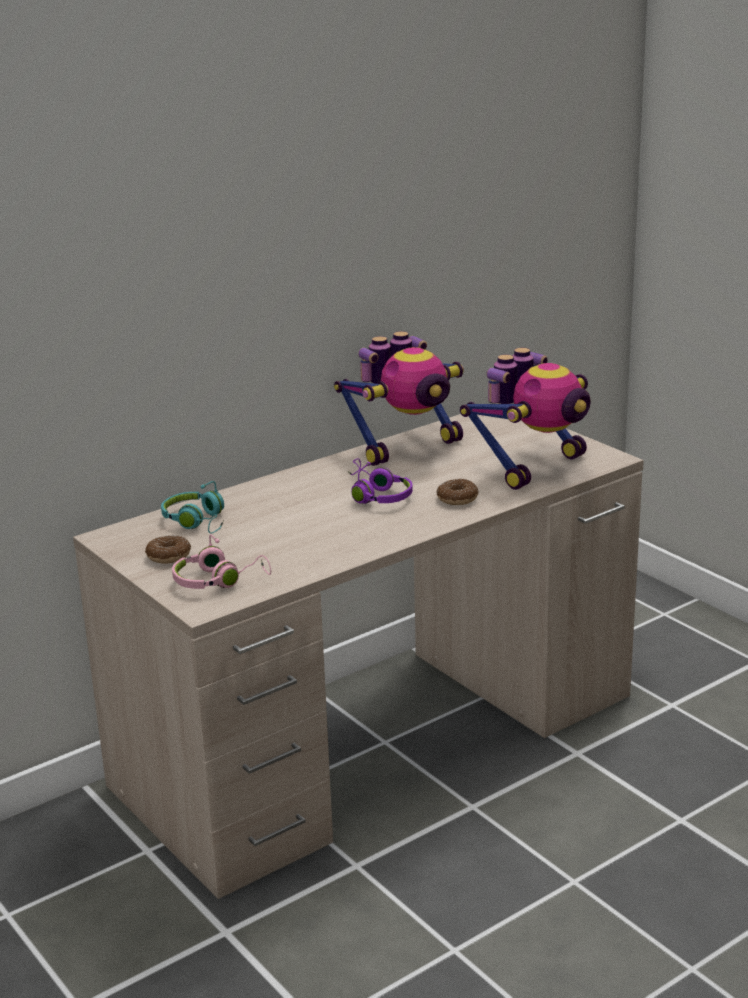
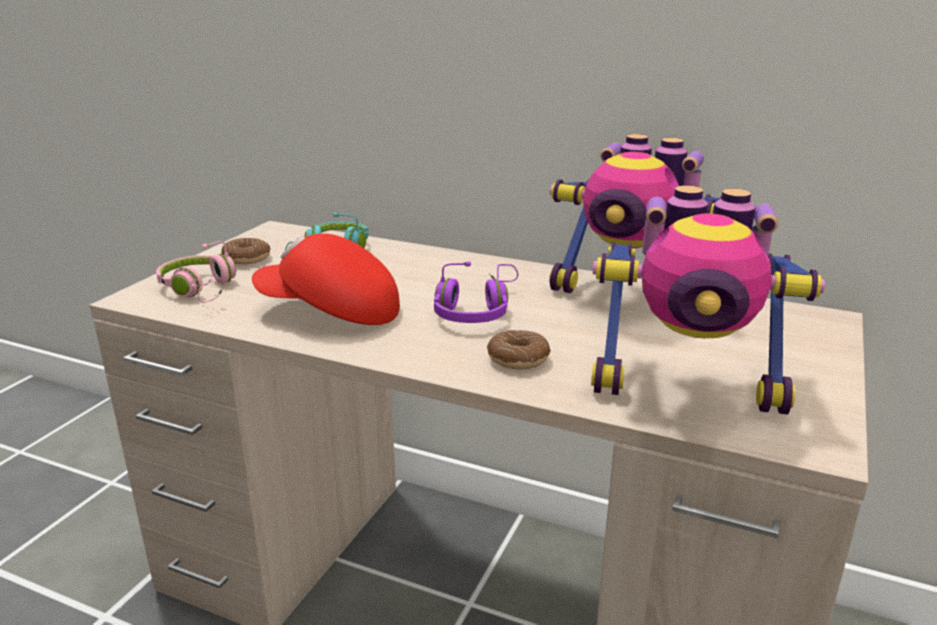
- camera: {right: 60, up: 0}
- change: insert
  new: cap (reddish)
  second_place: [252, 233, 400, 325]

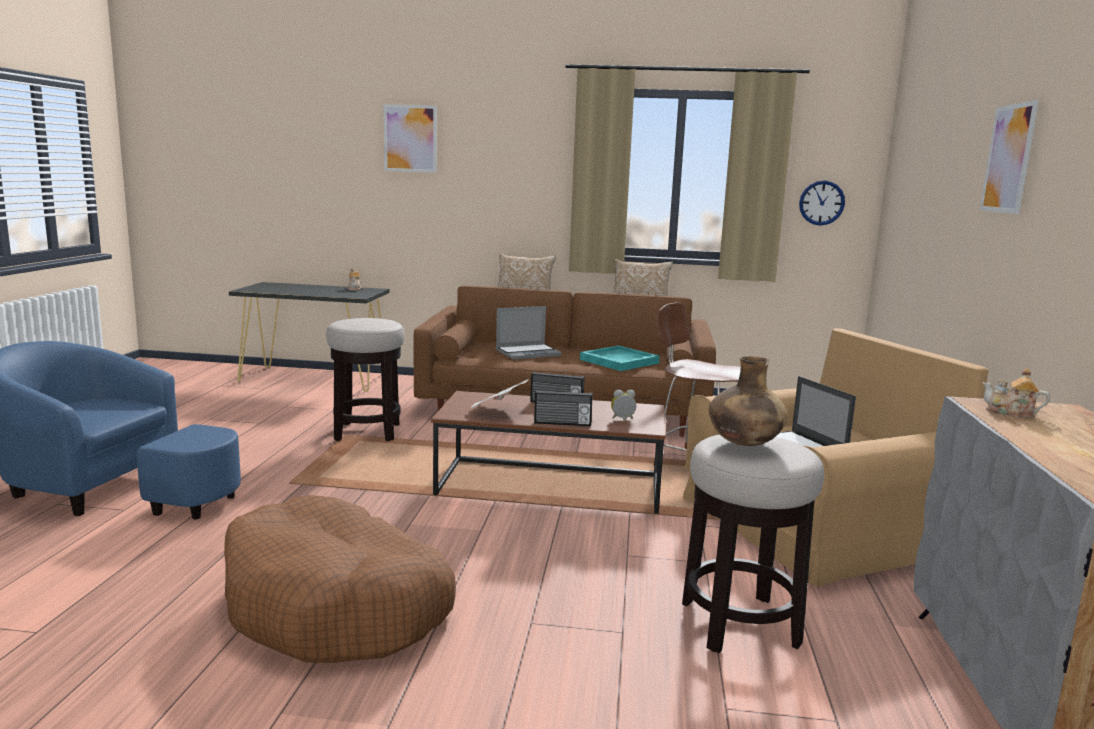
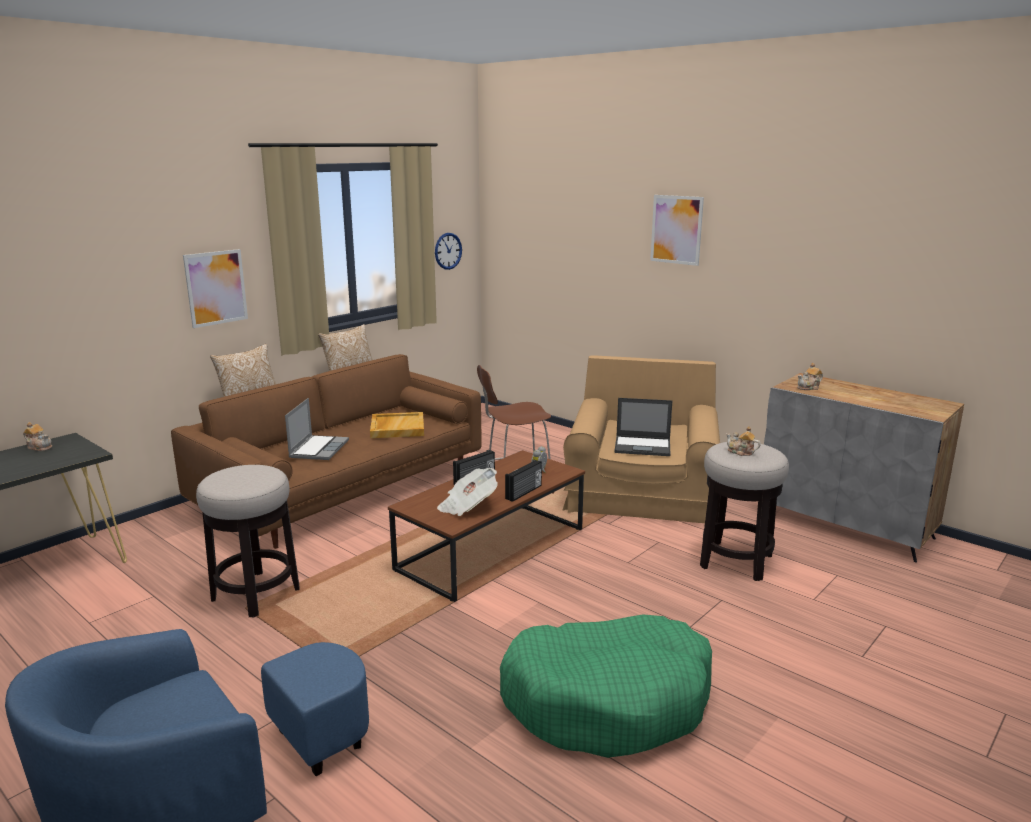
- camera: {right: -55, up: 5}
- change: recolor
  old: dog bed (brown-coloured)
  new: dog bed (greenish)
  first_place: [224, 495, 456, 663]
  second_place: [500, 614, 712, 758]
- change: move
  old: picture
  first_place: [384, 104, 437, 173]
  second_place: [183, 249, 248, 328]
- change: recolor
  old: tray (turquoise-coloured)
  new: tray (beige)
  first_place: [580, 345, 660, 371]
  second_place: [370, 412, 424, 438]
- change: replace
  old: vase (brown-coloured)
  new: teapot
  first_place: [709, 356, 788, 446]
  second_place: [726, 426, 761, 456]

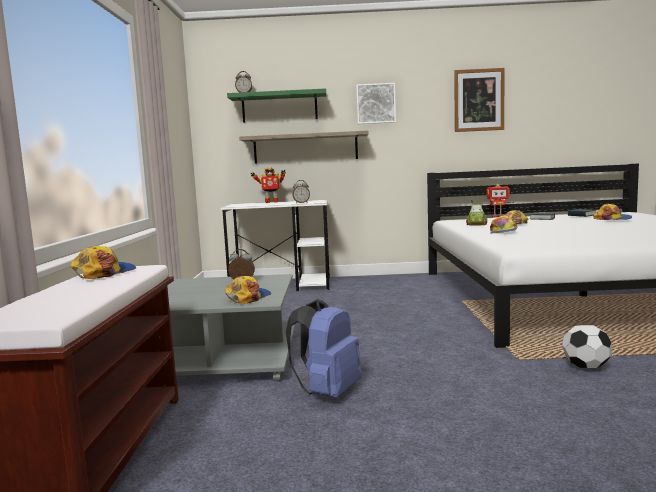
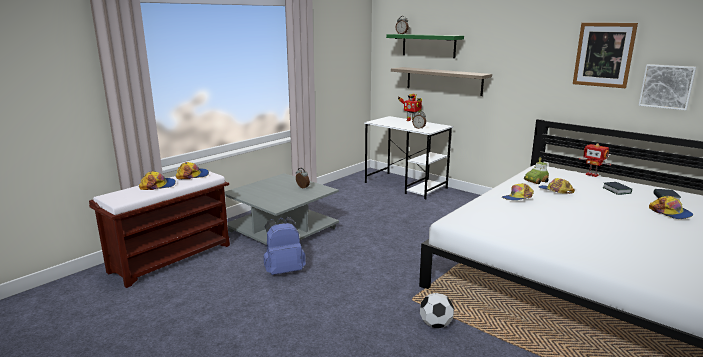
- camera: {right: 40, up: 10}
- change: move
  old: cap
  first_place: [225, 276, 271, 304]
  second_place: [139, 171, 176, 190]
- change: move
  old: picture
  first_place: [356, 83, 396, 124]
  second_place: [638, 64, 696, 110]

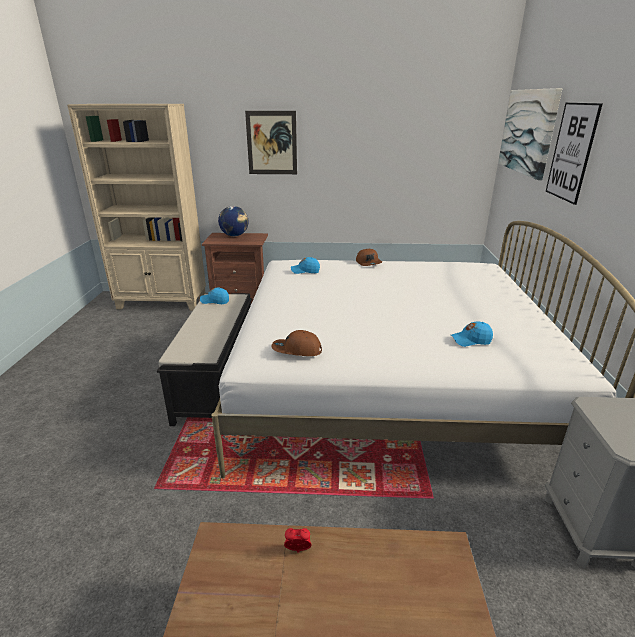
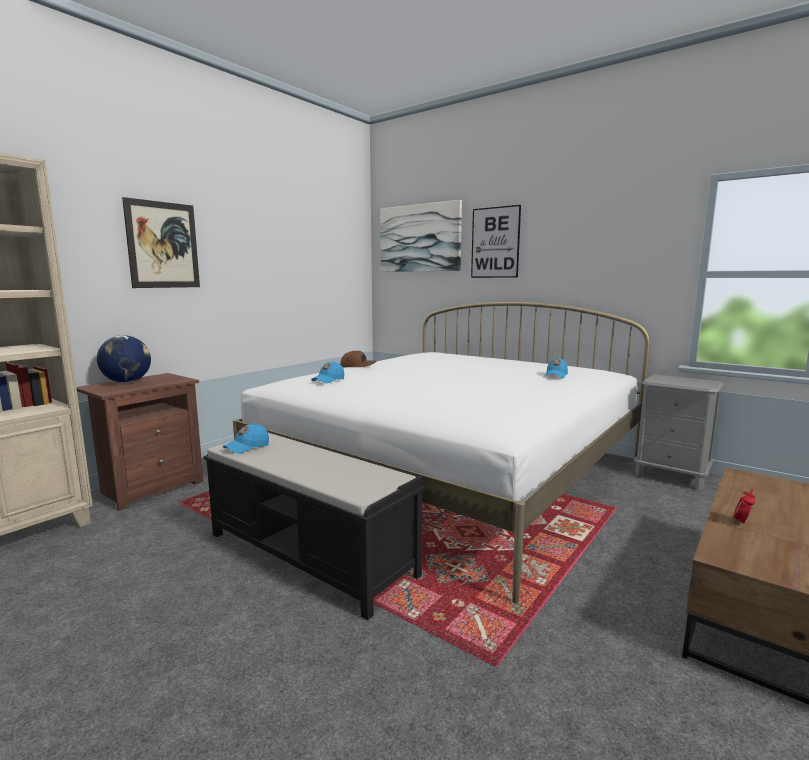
- camera: {right: -55, up: -15}
- change: delete
  old: cap (brown-coloured)
  first_place: [272, 330, 322, 356]

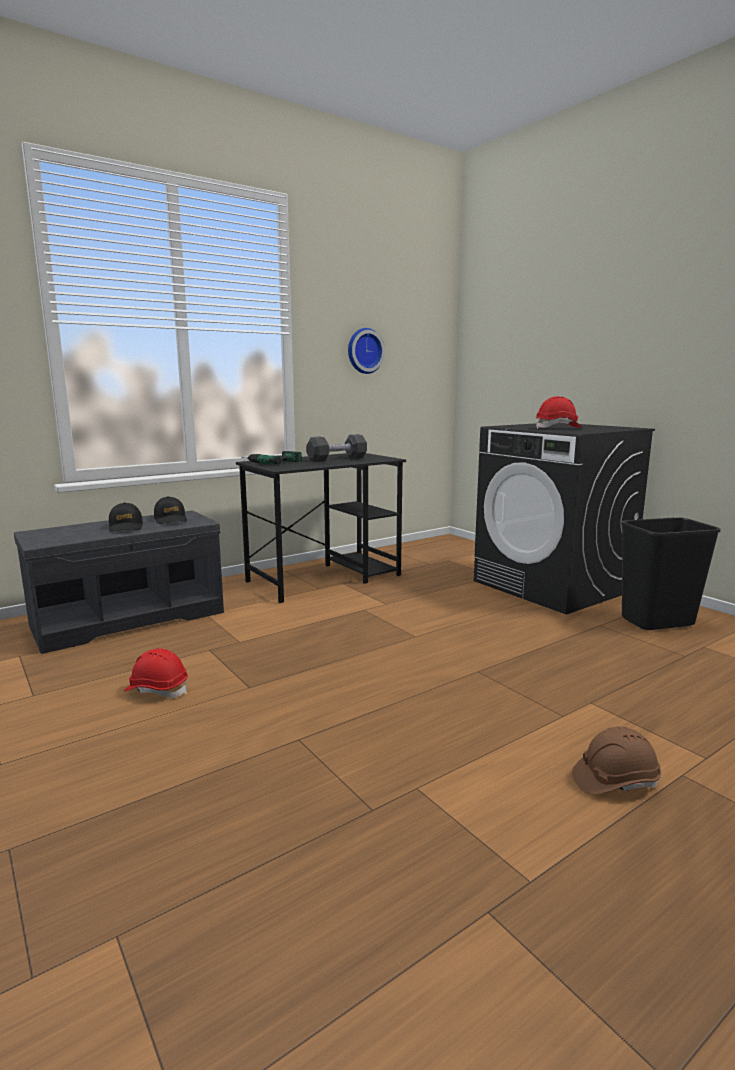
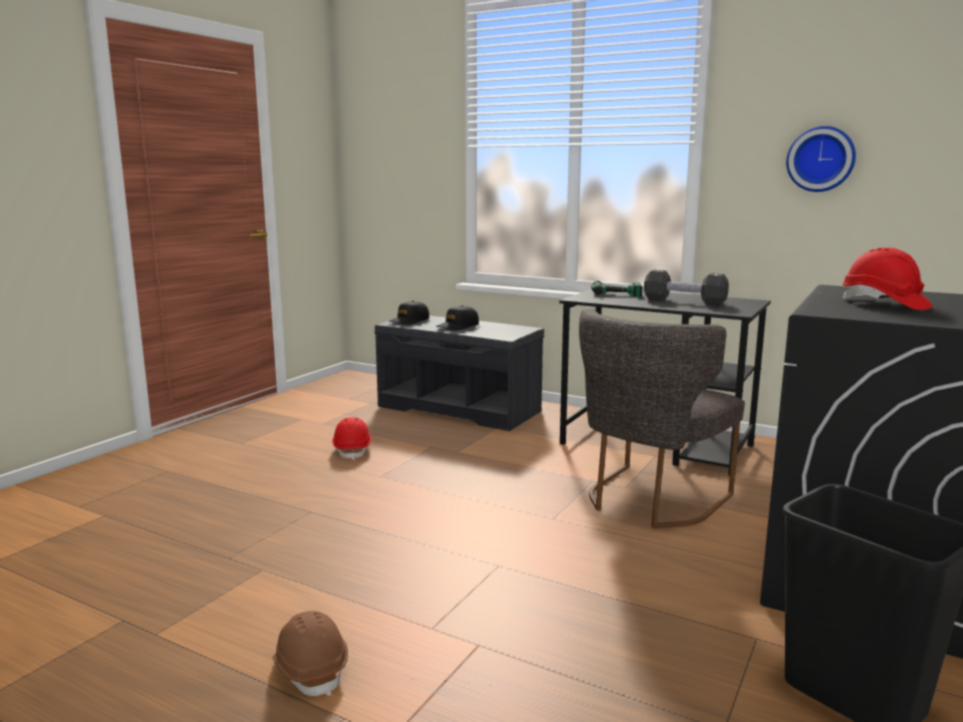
- camera: {right: 65, up: 0}
- change: move
  old: cap (black)
  first_place: [154, 496, 187, 524]
  second_place: [389, 301, 430, 325]
- change: insert
  new: plain chair (gray)
  second_place: [579, 308, 745, 528]

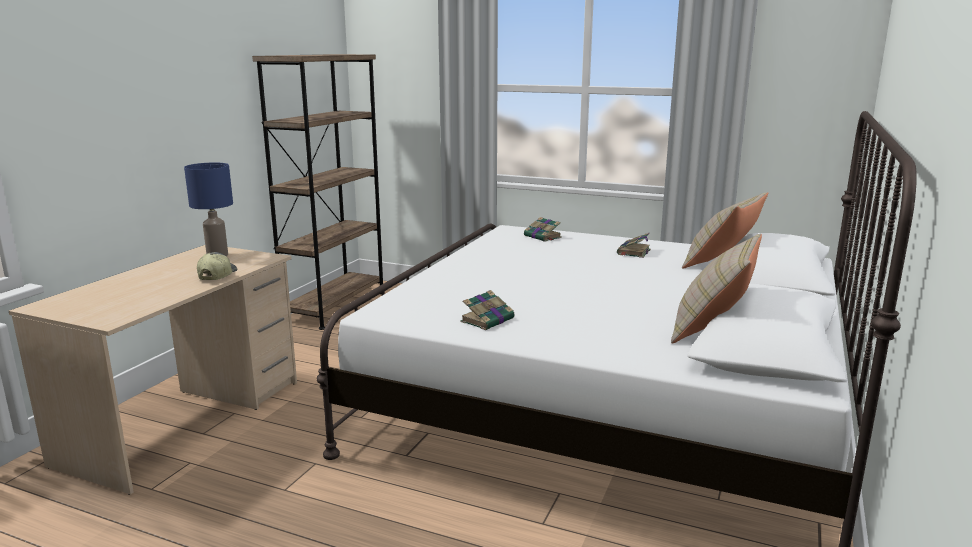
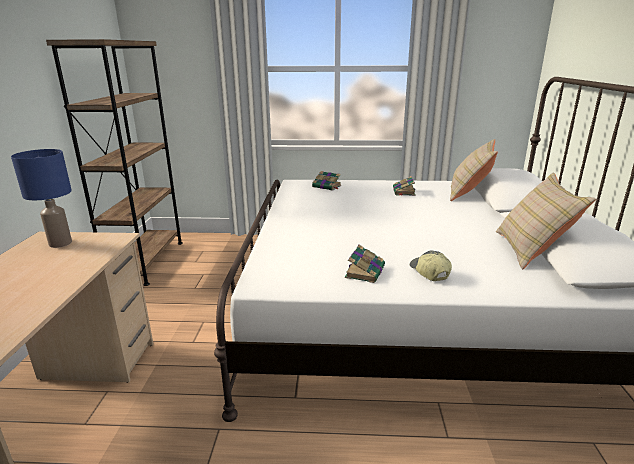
- camera: {right: -20, up: 5}
- change: move
  old: cap
  first_place: [197, 252, 237, 280]
  second_place: [410, 251, 452, 281]

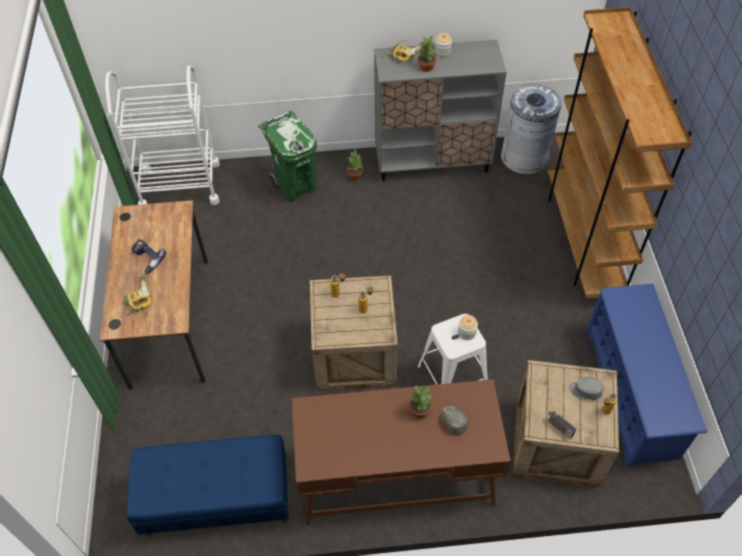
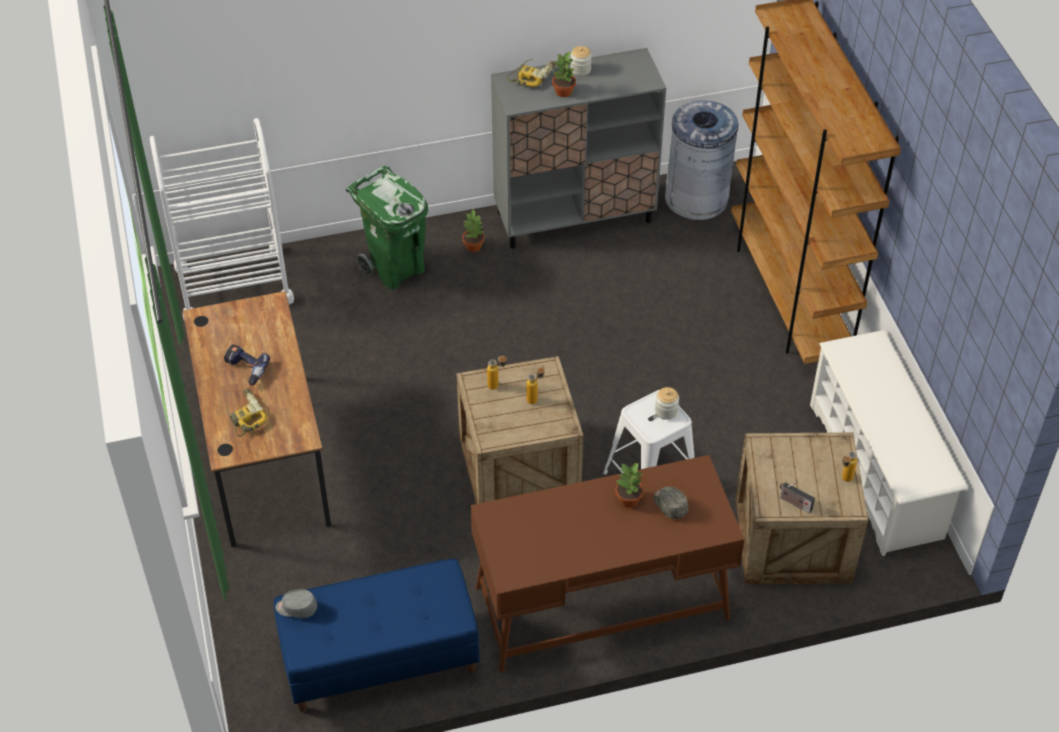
- camera: {right: -10, up: -5}
- change: move
  old: cap (gray)
  first_place: [569, 377, 603, 400]
  second_place: [276, 589, 317, 618]
- change: recolor
  old: shoe shelf (blue)
  new: shoe shelf (white)
  first_place: [586, 284, 707, 467]
  second_place: [810, 330, 967, 556]

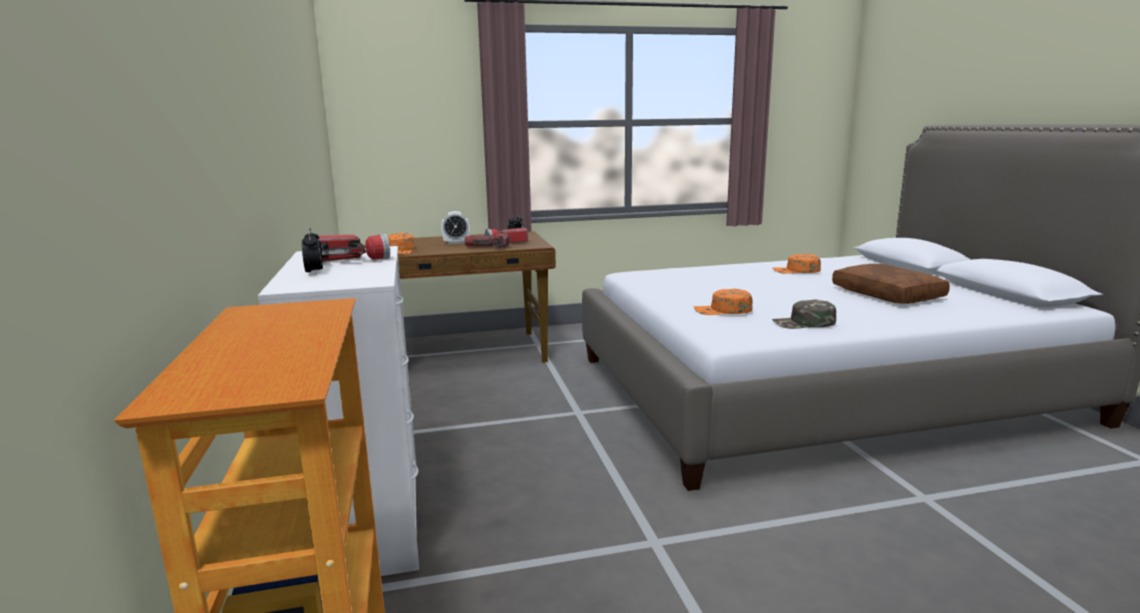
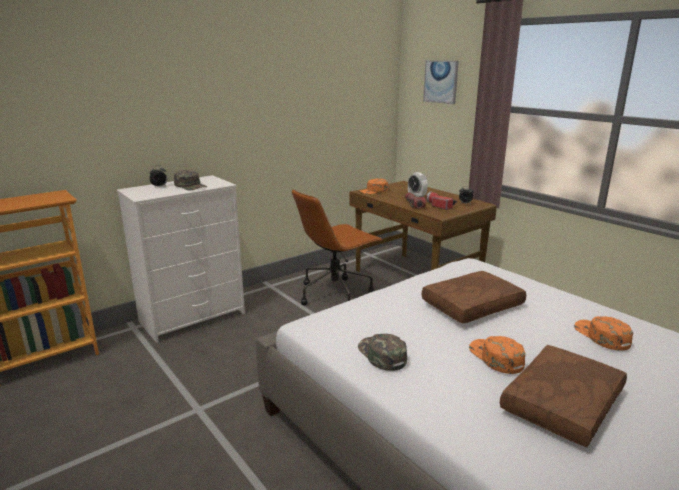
- camera: {right: 65, up: 5}
- change: replace
  old: hand torch
  new: cap (greenish)
  first_place: [318, 234, 390, 262]
  second_place: [174, 170, 207, 190]
- change: move
  old: cap (orange)
  first_place: [694, 289, 753, 315]
  second_place: [469, 336, 525, 374]
- change: insert
  new: desk chair (brown-coloured)
  second_place: [292, 189, 382, 306]
- change: insert
  new: pillow (brown-coloured)
  second_place: [422, 271, 526, 324]
- change: insert
  new: picture
  second_place: [423, 60, 459, 104]

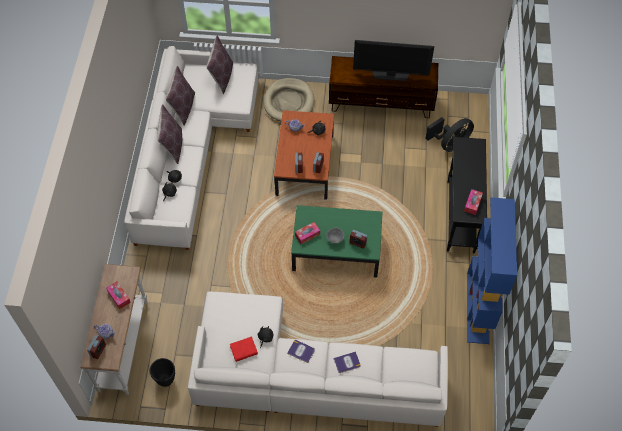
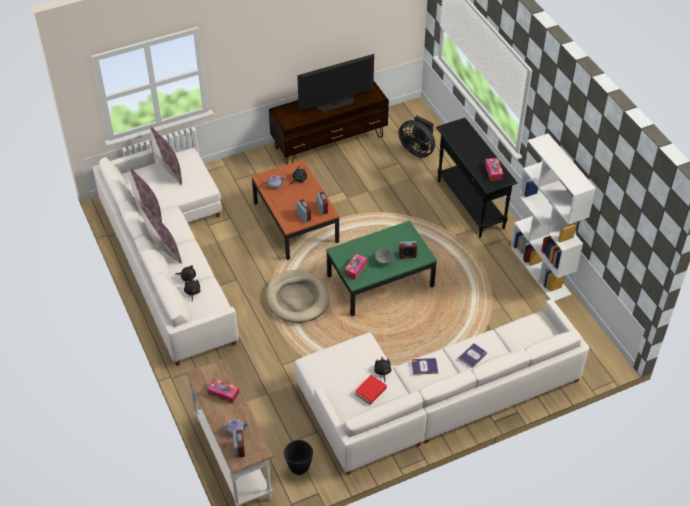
- camera: {right: -30, up: -10}
- change: move
  old: dog bed (beige)
  first_place: [264, 78, 314, 121]
  second_place: [266, 270, 330, 323]
- change: rotate
  old: electric fan (black)
  first_place: [425, 117, 474, 152]
  second_place: [399, 116, 435, 157]
  degrees: 105
- change: recolor
  old: shelving unit (blue)
  new: shelving unit (white)
  first_place: [467, 197, 517, 344]
  second_place: [511, 133, 596, 302]

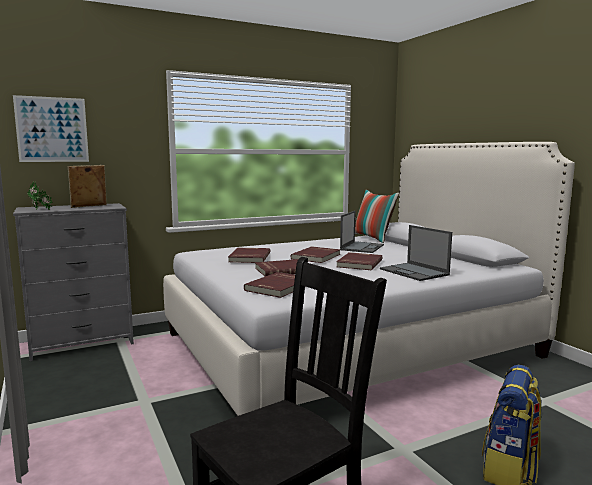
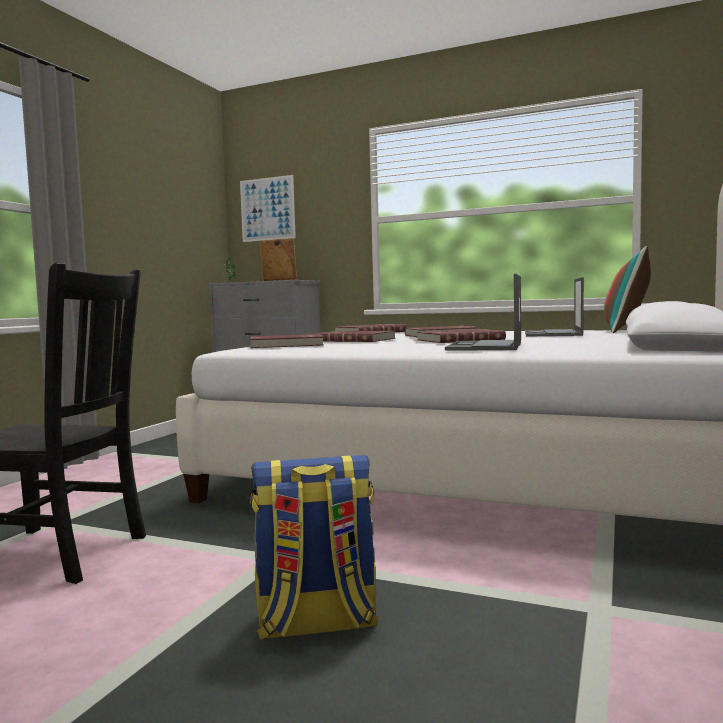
- camera: {right: 50, up: -5}
- change: rotate
  old: portable computer
  first_place: [340, 211, 384, 253]
  second_place: [525, 277, 584, 337]
  degrees: 120

